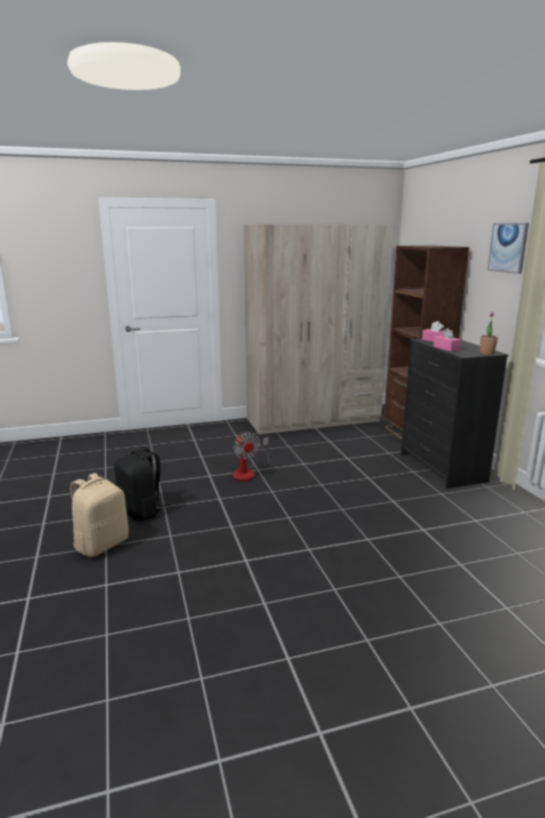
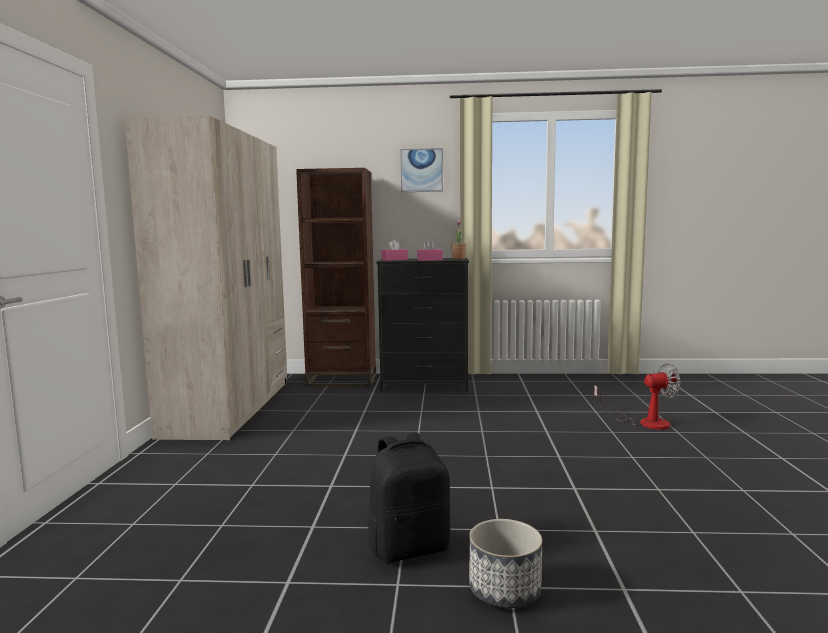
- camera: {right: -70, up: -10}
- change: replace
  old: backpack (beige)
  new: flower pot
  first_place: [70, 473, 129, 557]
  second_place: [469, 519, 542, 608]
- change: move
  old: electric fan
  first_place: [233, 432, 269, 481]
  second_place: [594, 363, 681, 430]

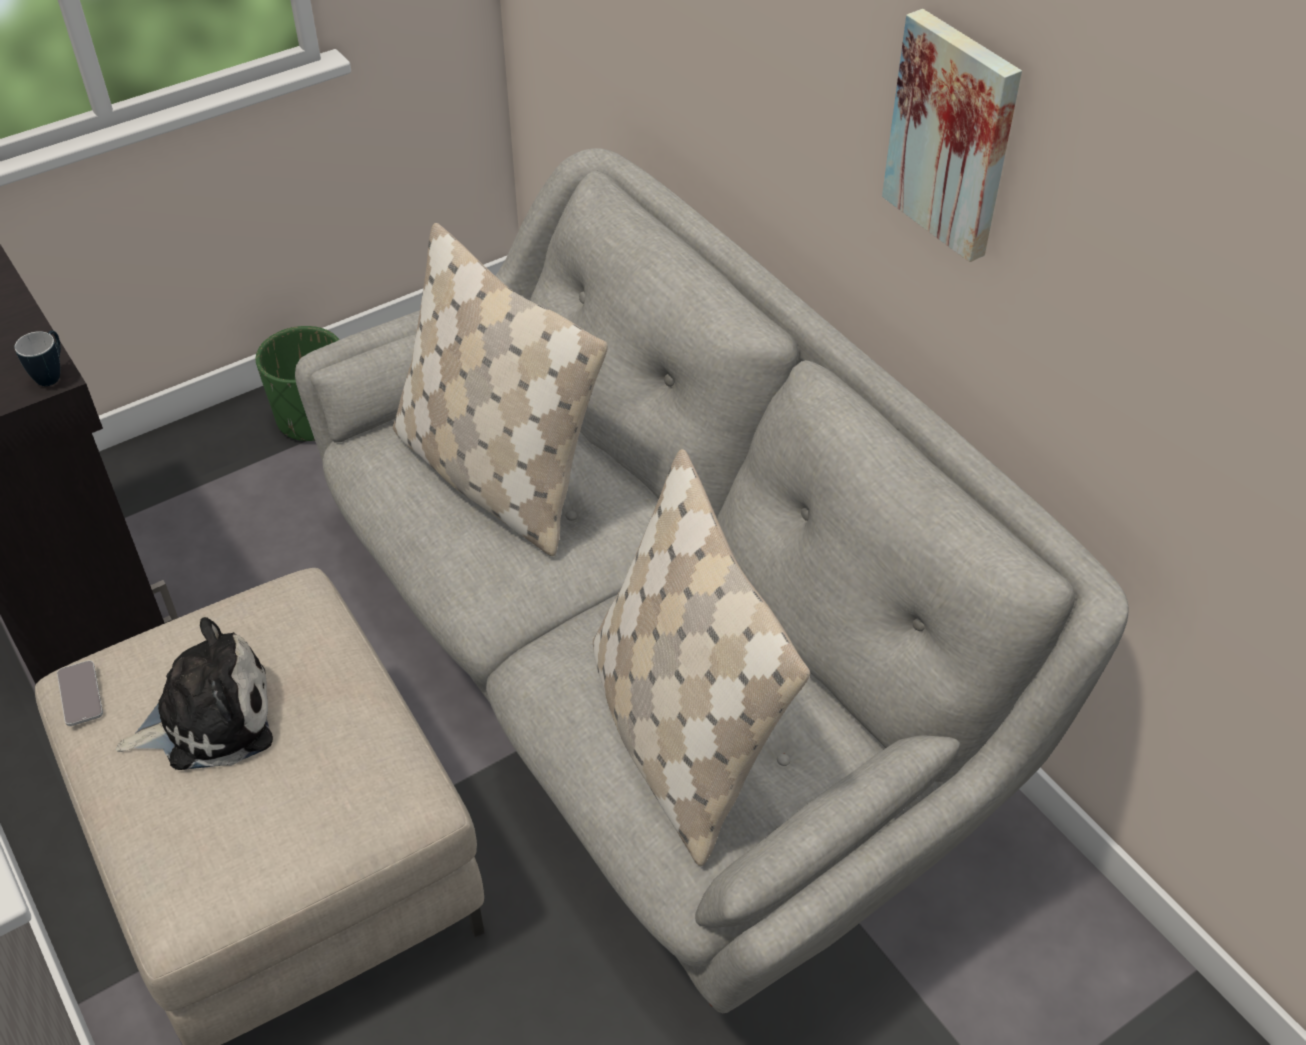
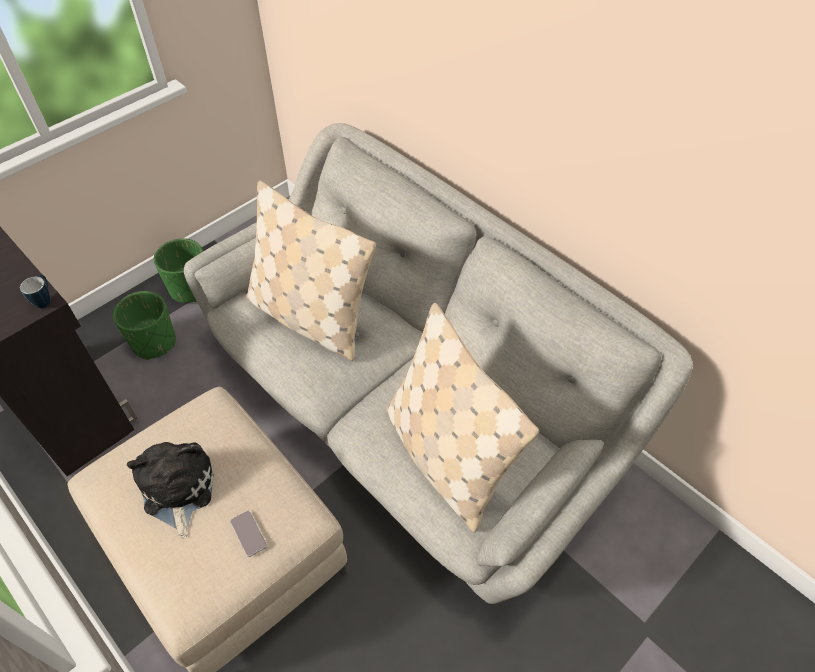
- camera: {right: -10, up: 5}
- change: move
  old: handset
  first_place: [57, 661, 103, 726]
  second_place: [230, 511, 267, 557]
- change: rotate
  old: cuddly toy
  first_place: [116, 617, 273, 770]
  second_place: [127, 442, 214, 539]
  degrees: -75
- change: delete
  old: picture
  first_place: [882, 9, 1022, 262]
- change: insert
  new: flower pot (greenish)
  second_place: [113, 291, 176, 360]

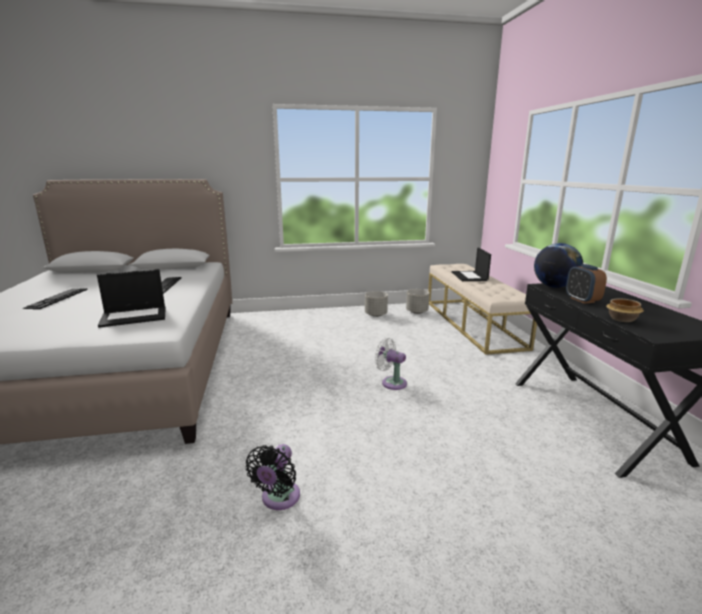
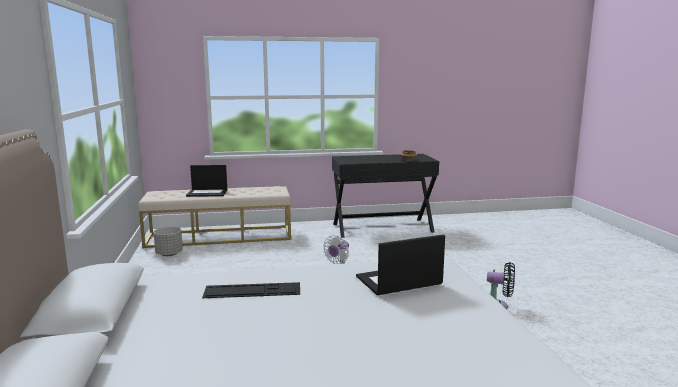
- camera: {right: -90, up: -5}
- change: delete
  old: PC keyboard
  first_place: [22, 288, 88, 309]
- change: rotate
  old: portable computer
  first_place: [97, 269, 166, 328]
  second_place: [356, 234, 445, 295]
  degrees: -90
- change: delete
  old: flower pot (gray)
  first_place: [365, 291, 388, 317]
- change: delete
  old: desk globe
  first_place: [534, 243, 583, 288]
- change: delete
  old: table clock
  first_place: [566, 264, 607, 304]

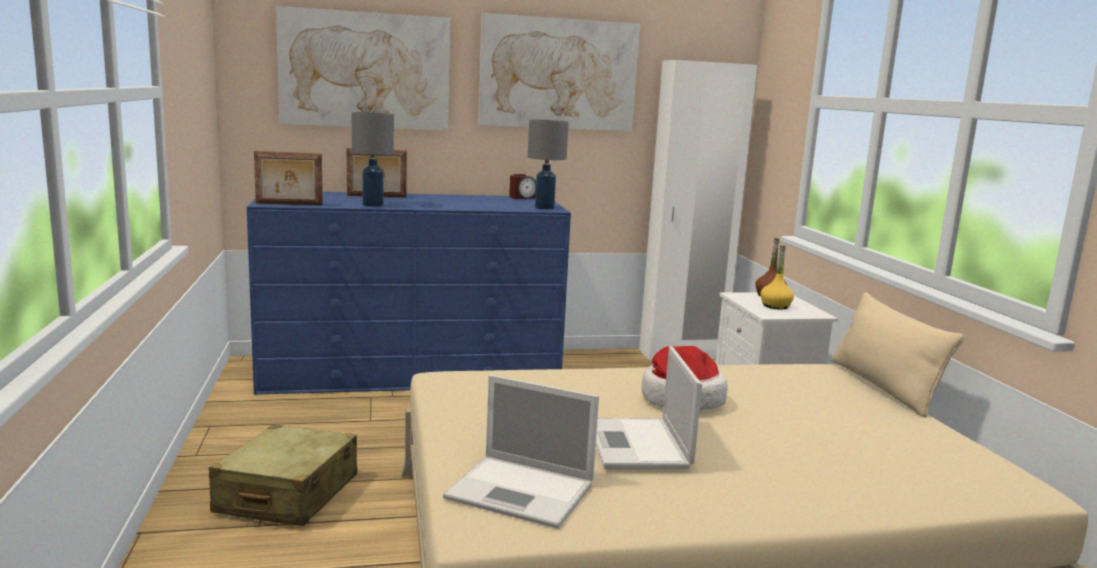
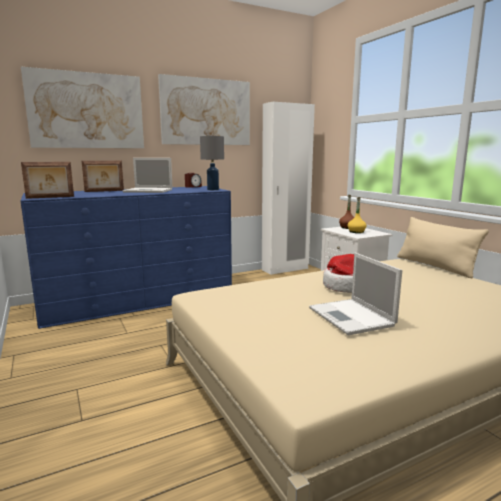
- camera: {right: -15, up: 0}
- change: delete
  old: piece of luggage (beige)
  first_place: [209, 425, 357, 526]
- change: delete
  old: tabletop lamp (gray)
  first_place: [352, 112, 394, 207]
- change: move
  old: portable computer
  first_place: [443, 375, 599, 529]
  second_place: [123, 158, 173, 193]

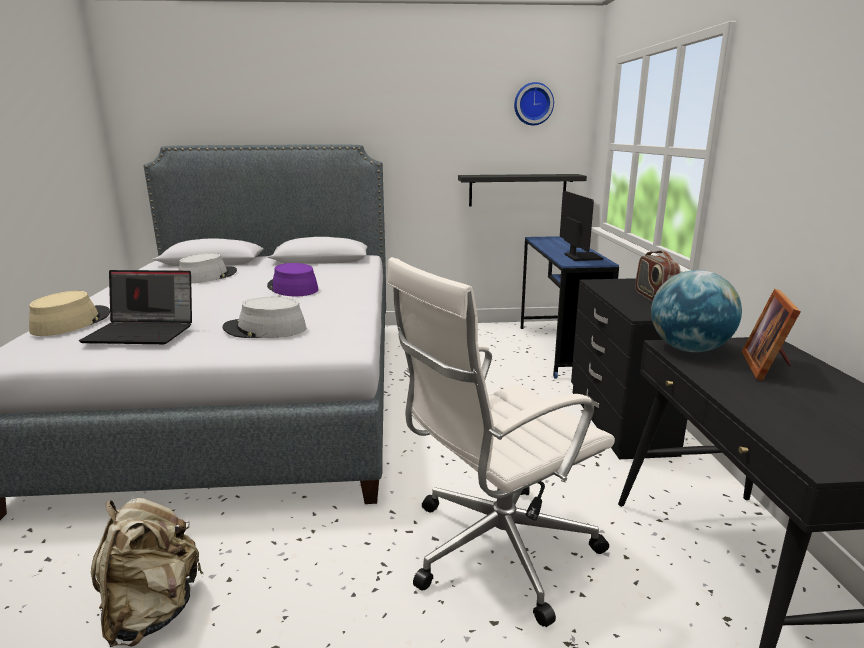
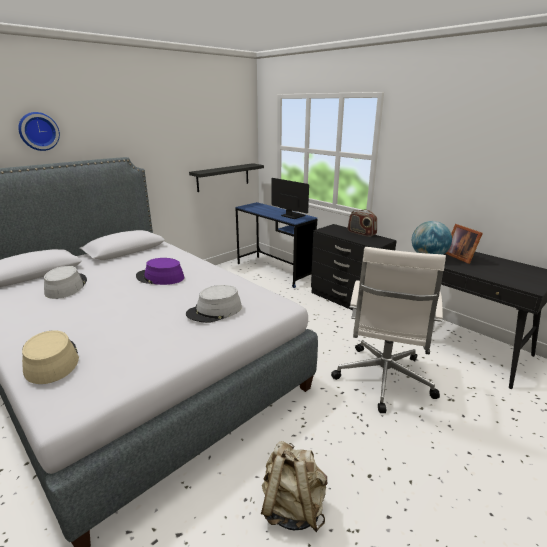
- camera: {right: -40, up: 5}
- change: delete
  old: portable computer
  first_place: [79, 270, 192, 344]
- change: move
  old: hanging clock
  first_place: [514, 82, 554, 125]
  second_place: [18, 112, 60, 151]

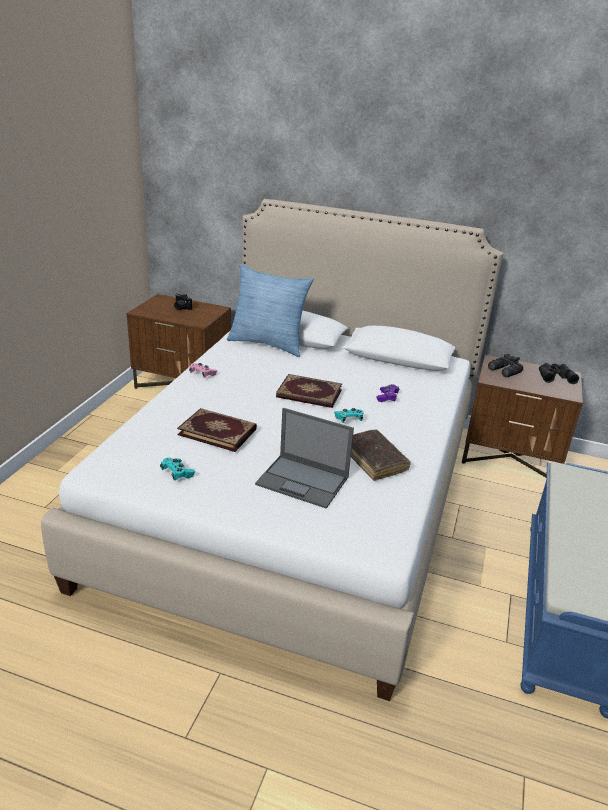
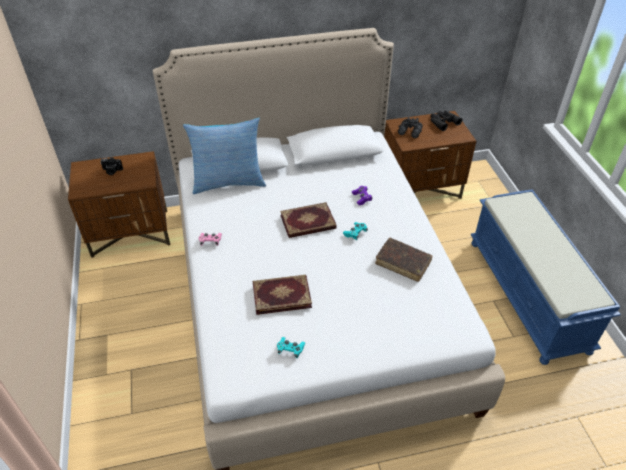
- camera: {right: -30, up: 15}
- change: delete
  old: portable computer
  first_place: [255, 408, 354, 509]

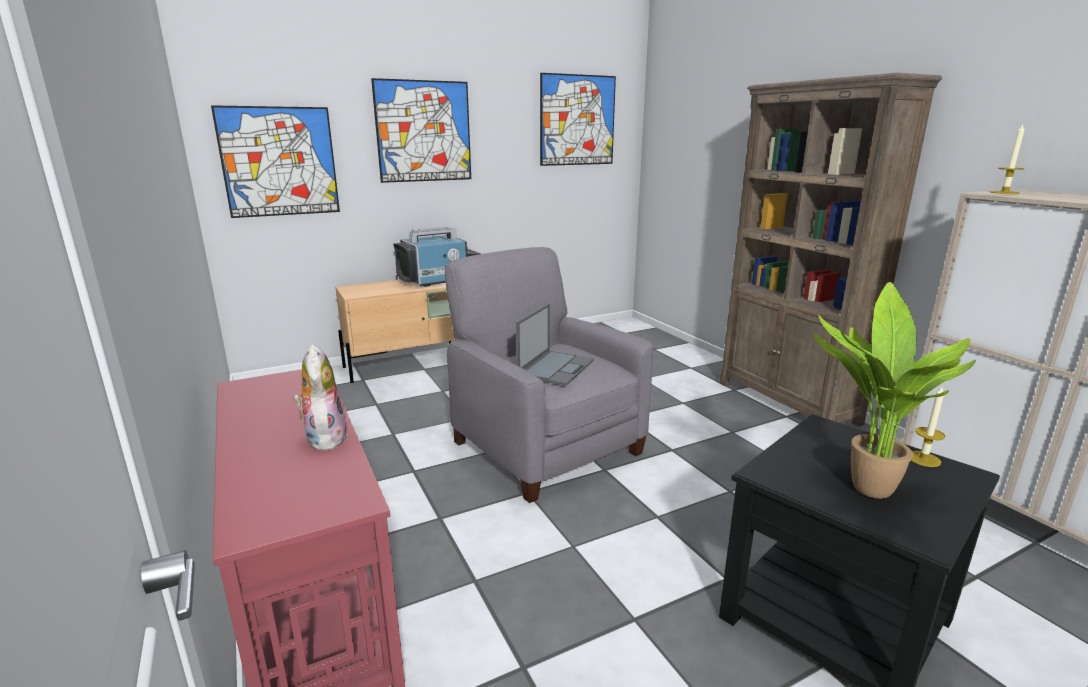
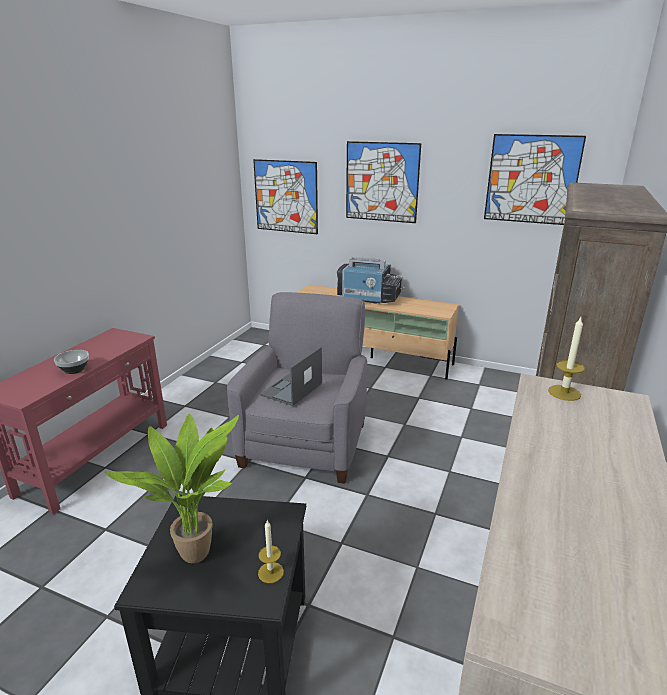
- camera: {right: 50, up: 5}
- change: replace
  old: cuddly toy
  new: bowl
  first_place: [293, 344, 348, 451]
  second_place: [54, 350, 89, 374]
- change: rotate
  old: portable computer
  first_place: [516, 303, 594, 386]
  second_place: [260, 347, 322, 406]
  degrees: 135

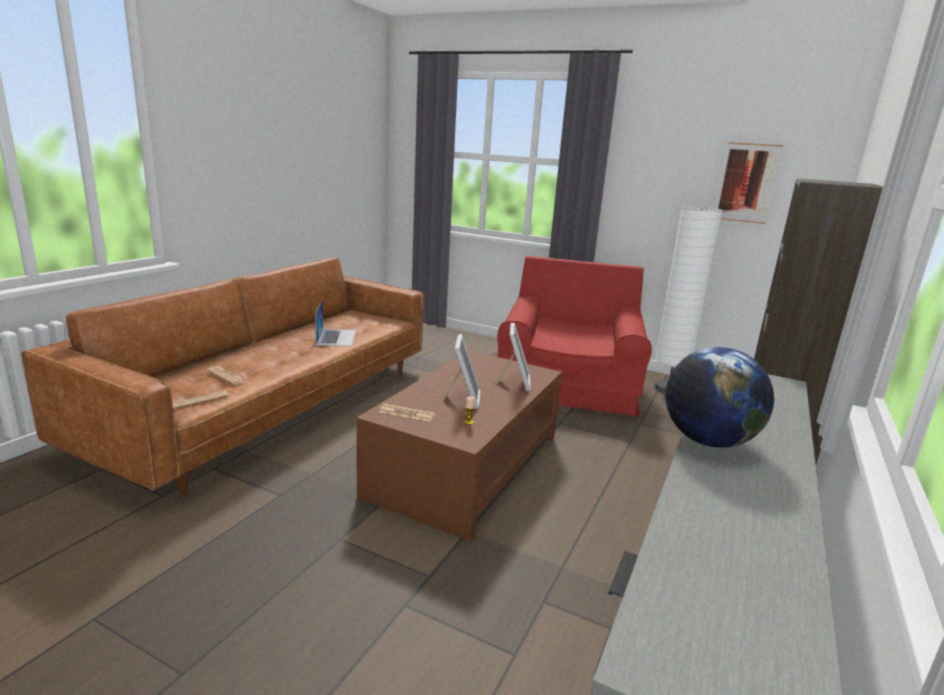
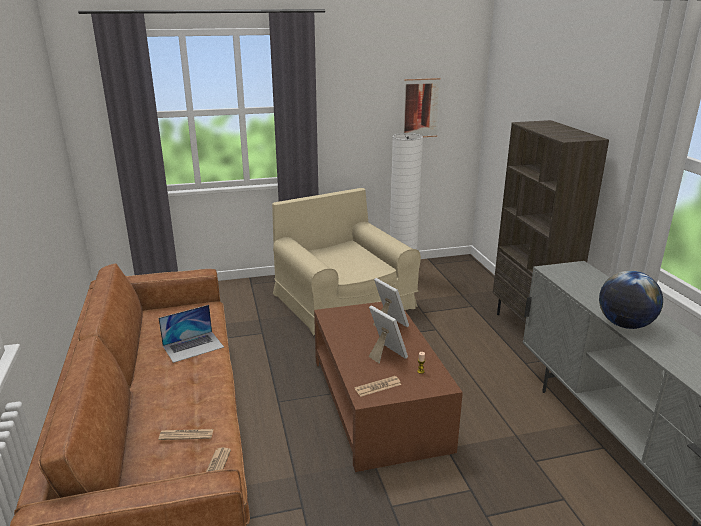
- camera: {right: -40, up: 5}
- change: rotate
  old: portable computer
  first_place: [315, 300, 356, 346]
  second_place: [159, 305, 224, 363]
  degrees: 105
- change: recolor
  old: lounge chair (reddish)
  new: lounge chair (beige)
  first_place: [497, 256, 652, 417]
  second_place: [272, 188, 421, 336]

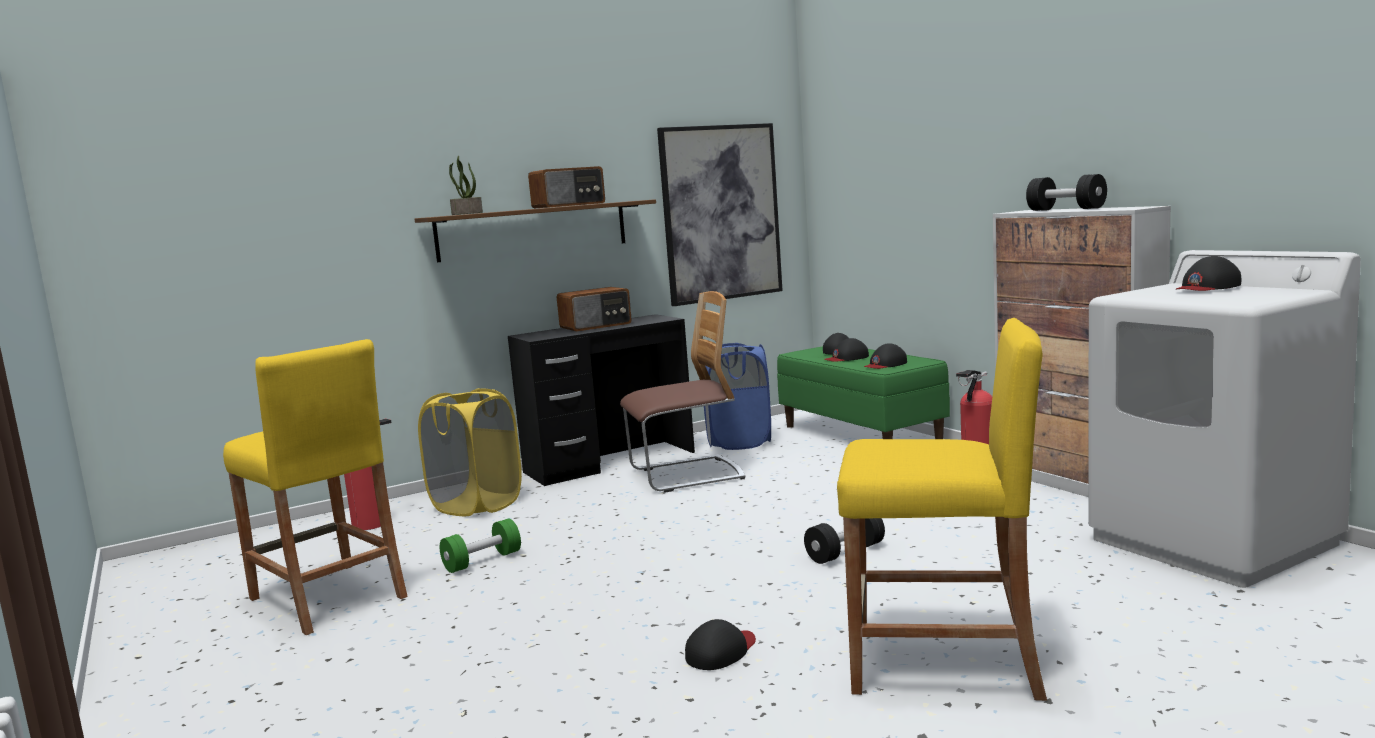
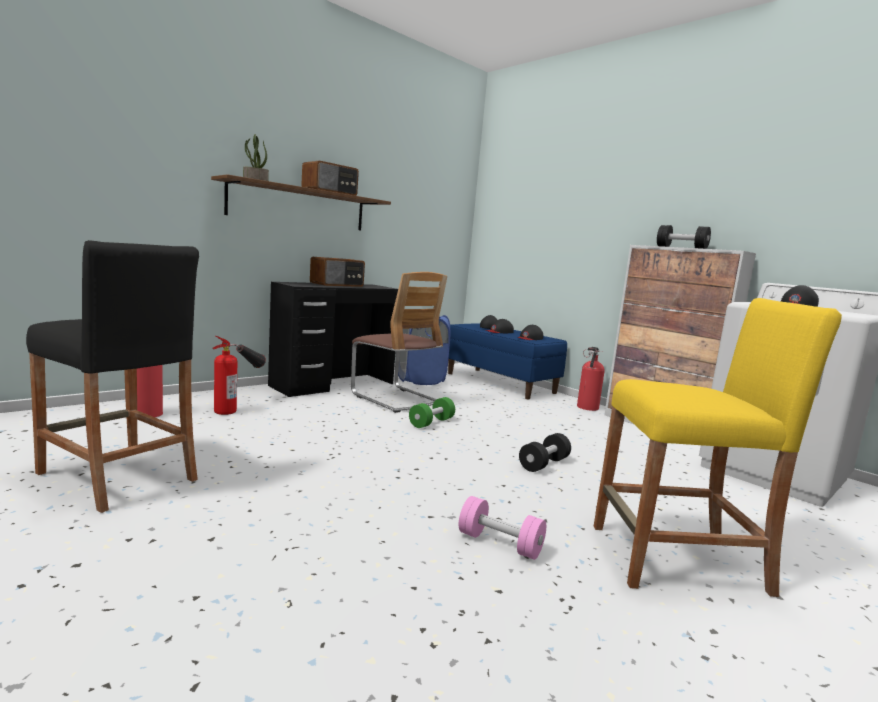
- camera: {right: -15, up: 0}
- change: recolor
  old: sitting stool (yellow-coloured)
  new: sitting stool (black)
  first_place: [223, 339, 408, 635]
  second_place: [26, 240, 199, 513]
- change: replace
  old: laundry basket (yellow-coloured)
  new: fire extinguisher
  first_place: [418, 388, 522, 516]
  second_place: [212, 336, 266, 415]
- change: move
  old: dumbbell (greenish)
  first_place: [440, 518, 521, 573]
  second_place: [409, 397, 455, 428]
- change: rotate
  old: plain chair
  first_place: [620, 291, 745, 492]
  second_place: [351, 272, 447, 413]
  degrees: 75
- change: delete
  old: picture
  first_place: [657, 123, 783, 306]
- change: replace
  old: cap (black)
  new: dumbbell (pinkish)
  first_place: [685, 619, 756, 670]
  second_place: [459, 496, 546, 560]
- change: recolor
  old: bench (greenish)
  new: bench (blue)
  first_place: [777, 346, 950, 439]
  second_place: [448, 323, 567, 400]

